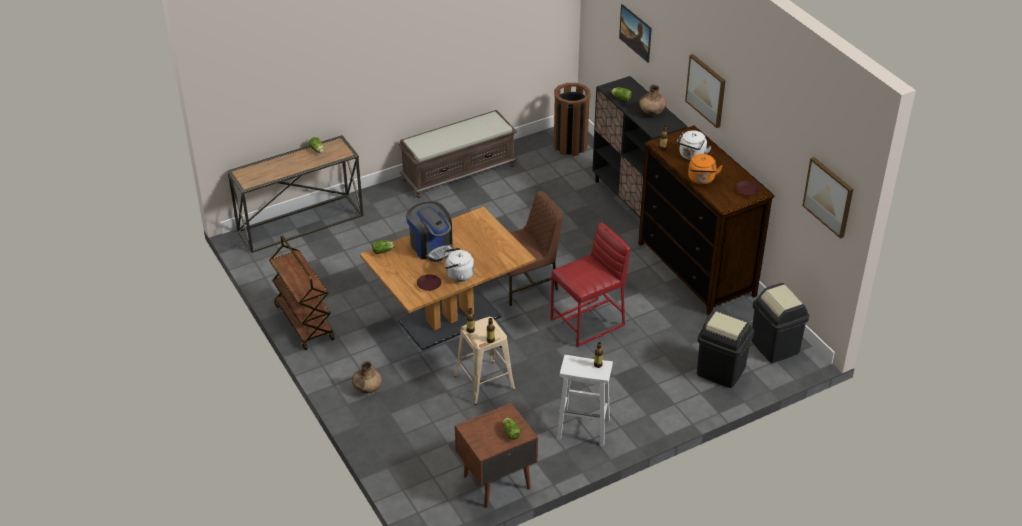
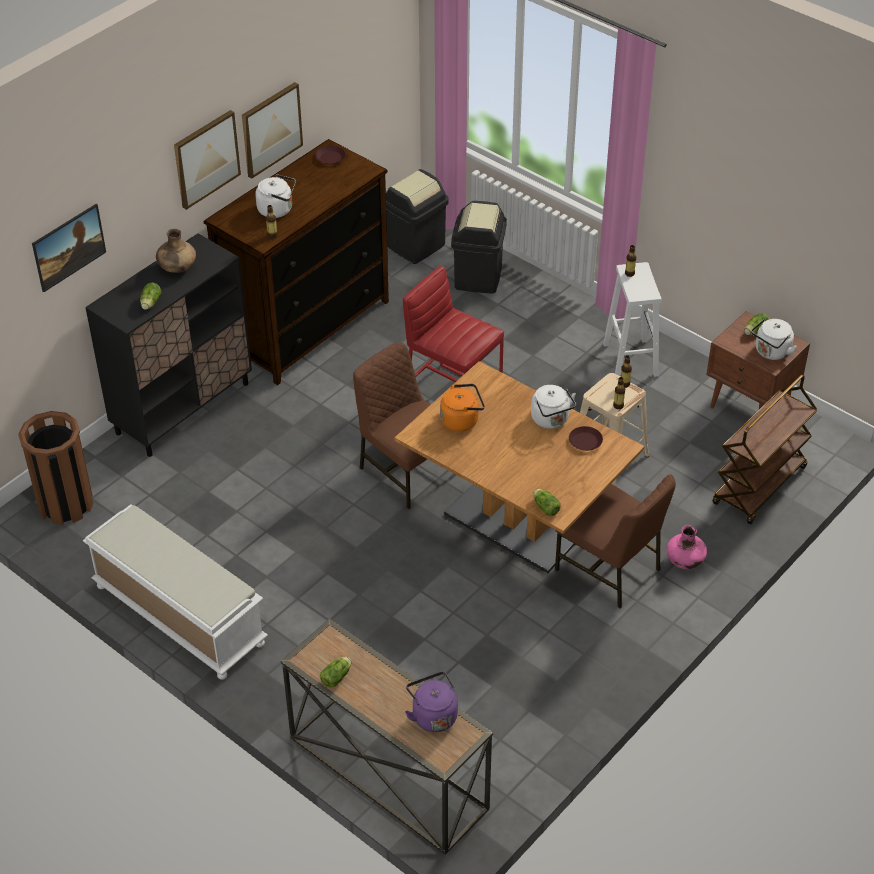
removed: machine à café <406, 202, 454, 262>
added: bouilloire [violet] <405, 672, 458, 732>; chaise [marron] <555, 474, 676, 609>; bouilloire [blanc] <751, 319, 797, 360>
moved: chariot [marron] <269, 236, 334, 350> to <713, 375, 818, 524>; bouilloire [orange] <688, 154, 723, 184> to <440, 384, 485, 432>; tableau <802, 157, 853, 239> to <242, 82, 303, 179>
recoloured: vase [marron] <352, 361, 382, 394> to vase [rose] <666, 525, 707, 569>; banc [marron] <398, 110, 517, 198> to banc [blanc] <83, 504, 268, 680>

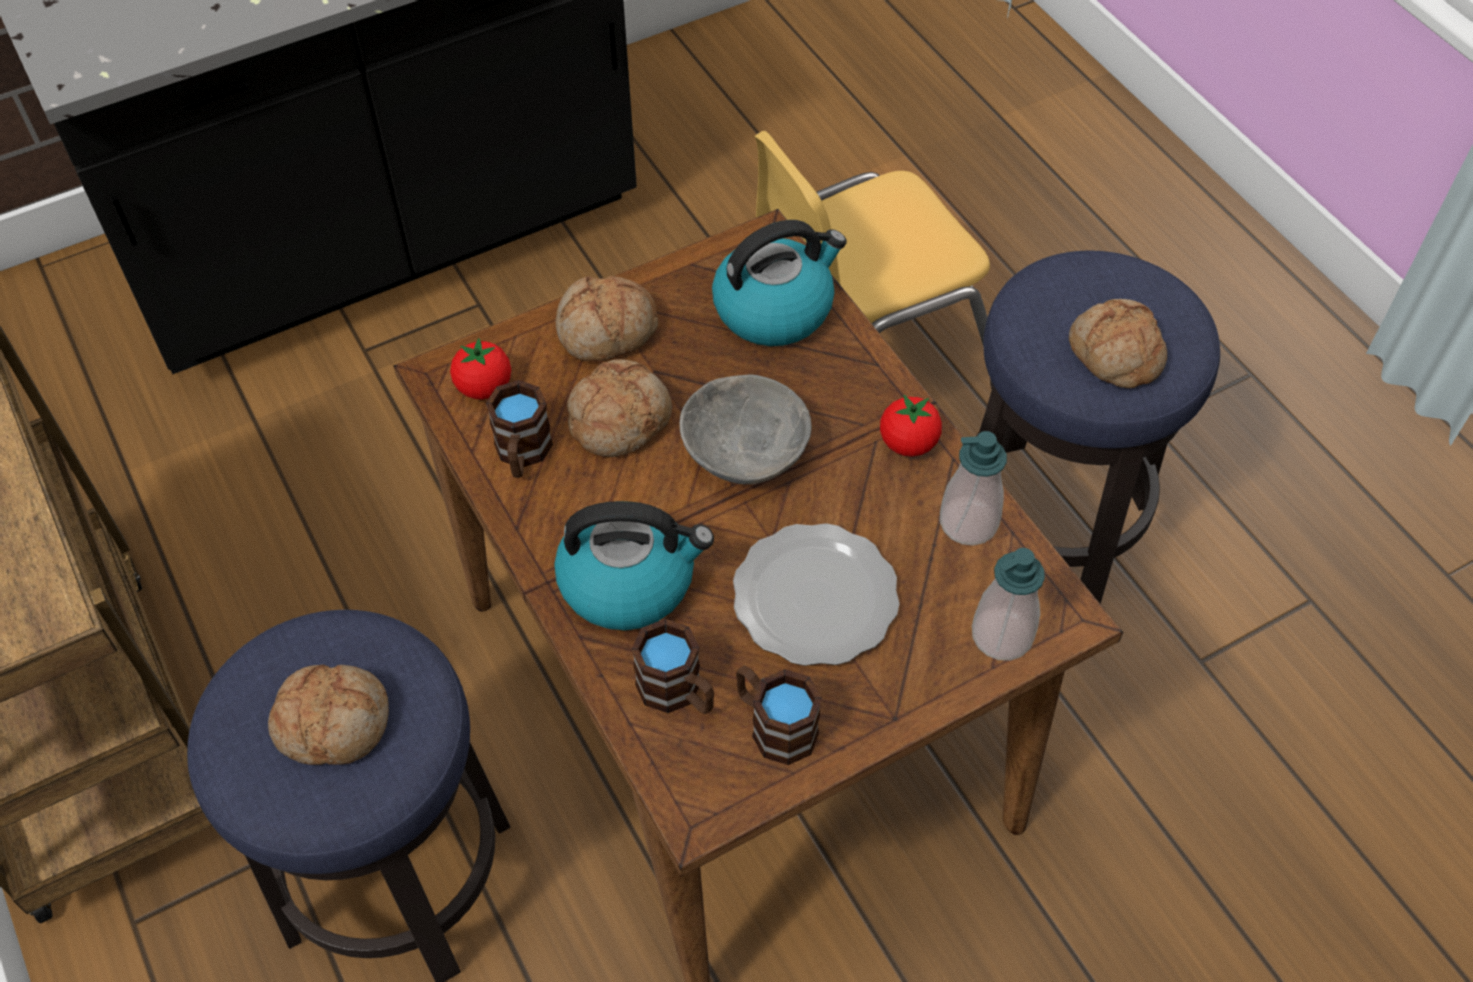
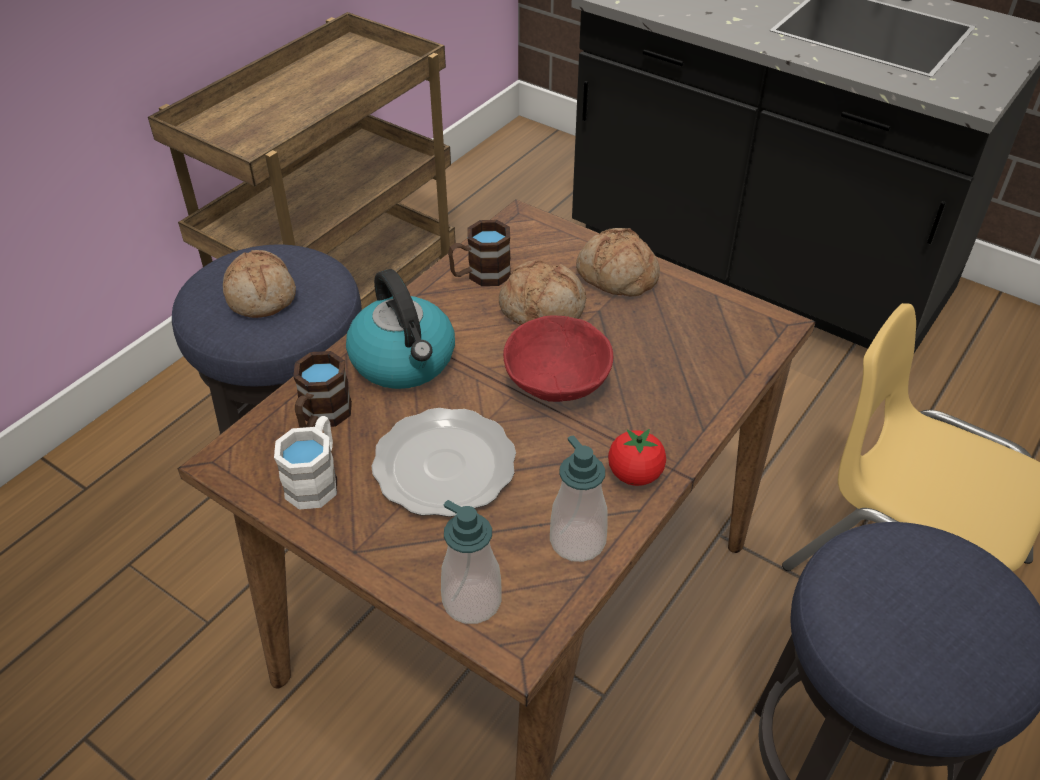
removed: tomate <450, 338, 511, 399>; bouilloire <712, 220, 847, 346>; pain <1069, 299, 1167, 388>
recoloured: bol [gris] <680, 374, 812, 484> to bol [rouge] <503, 315, 613, 402>; mug [marron] <736, 666, 822, 765> to mug [blanc] <274, 416, 337, 509>

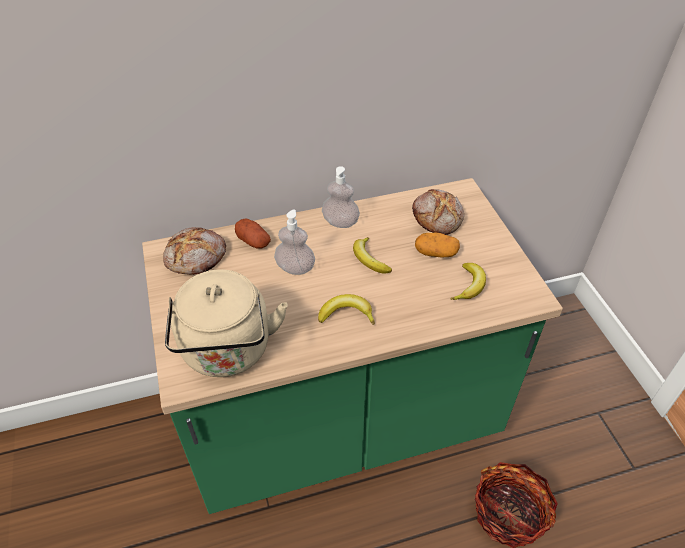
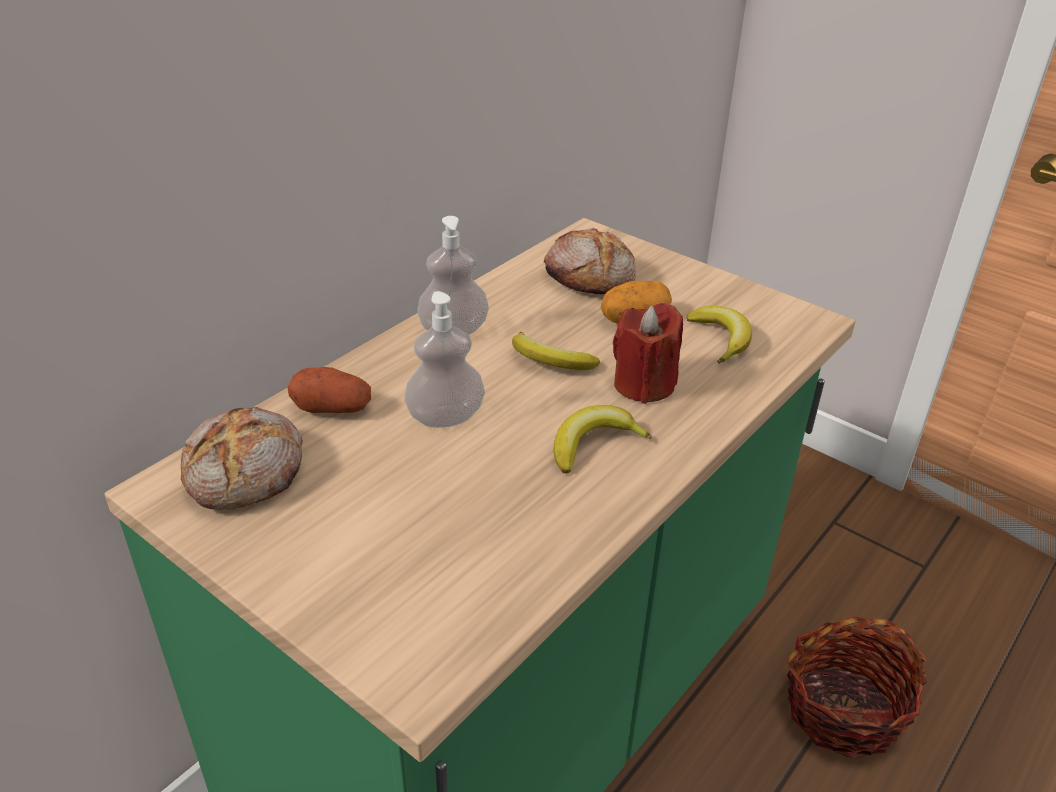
removed: bouilloire [beige] <165, 269, 288, 377>
added: bougie [rouge] <613, 303, 683, 404>

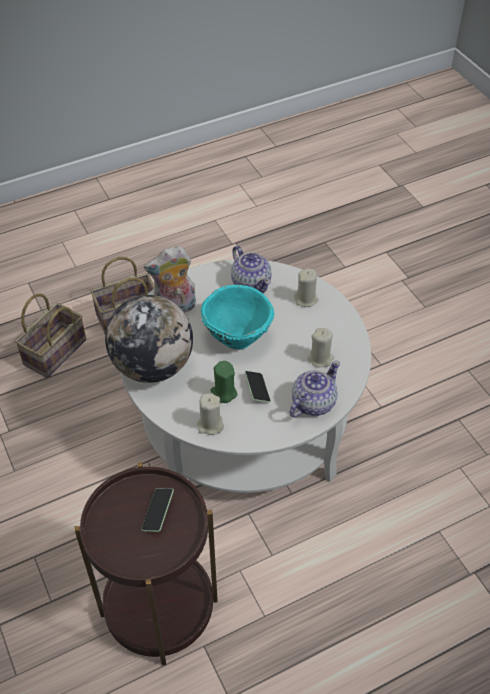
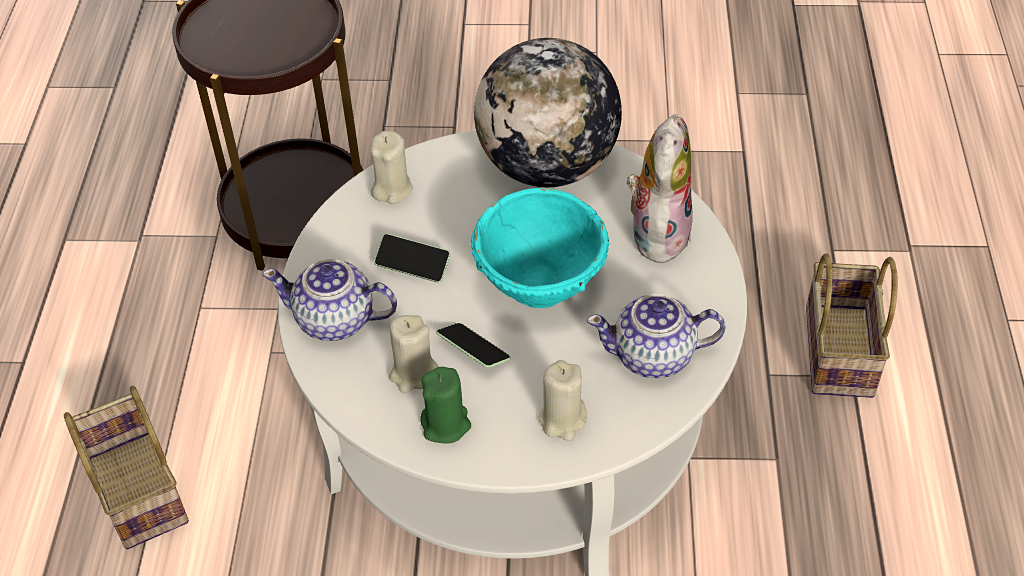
moved: panier <15, 294, 86, 378> to <64, 386, 189, 550>; téléphone <141, 488, 174, 532> to <436, 323, 511, 368>; bougie [vert] <210, 361, 237, 403> to <421, 367, 471, 443>
turned: théière <289, 361, 340, 418> = <262, 259, 397, 341> 120 degrees clockwise

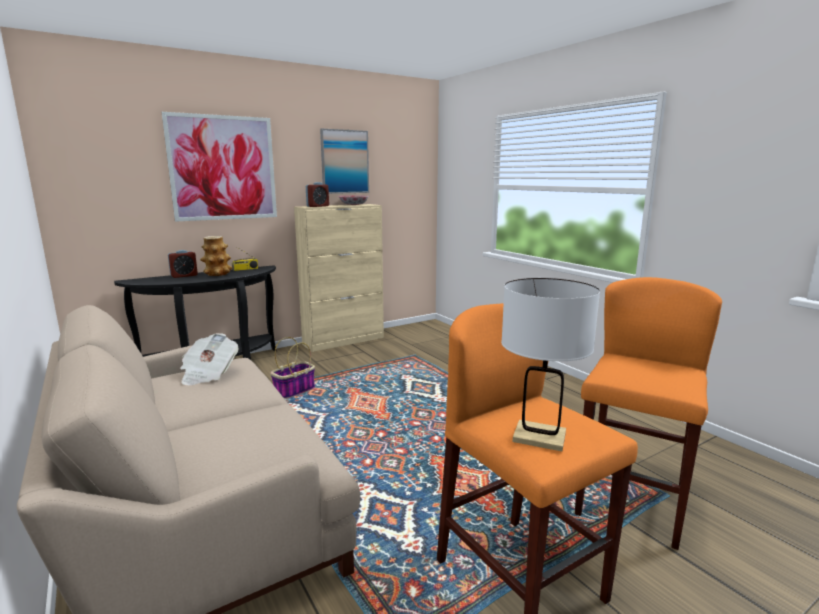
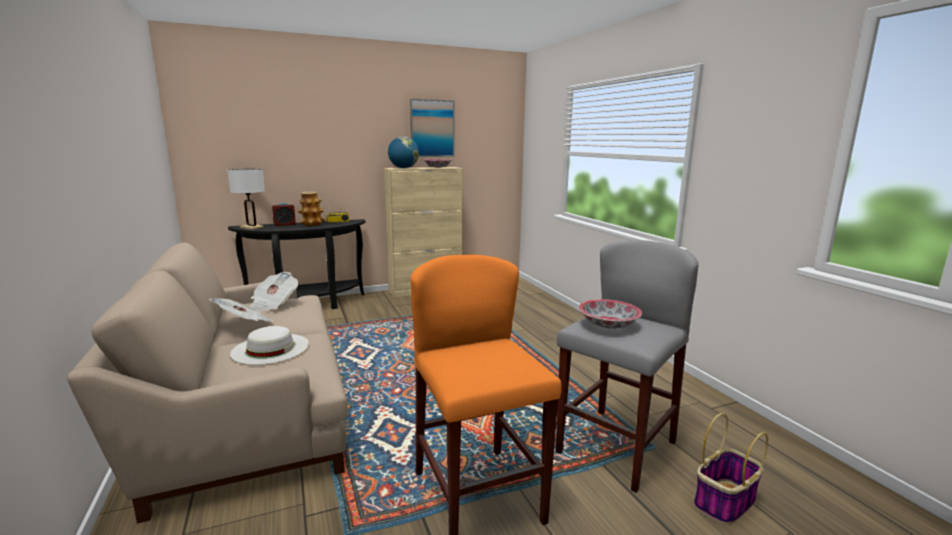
removed: tableau <162, 112, 277, 222>
added: journal <209, 298, 273, 322>; chapeau [blanc] <230, 326, 309, 365>; bol <579, 299, 642, 329>
moved: panier <270, 337, 315, 399> to <694, 413, 768, 525>; lampe de table [blanc] <501, 278, 600, 451> to <227, 169, 265, 230>
replaced: réveil <306, 182, 329, 207> to globe <388, 136, 419, 168>
recoloured: tabouret [orange] <575, 277, 722, 550> to tabouret [gris] <556, 240, 699, 493>

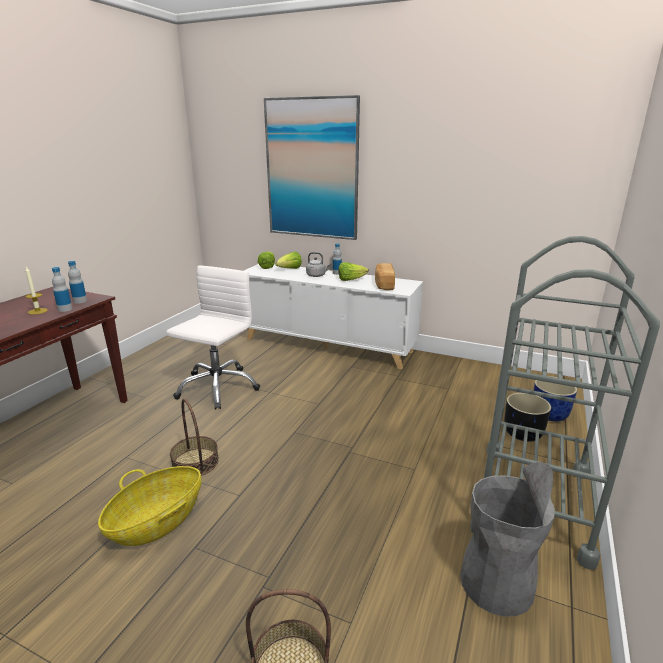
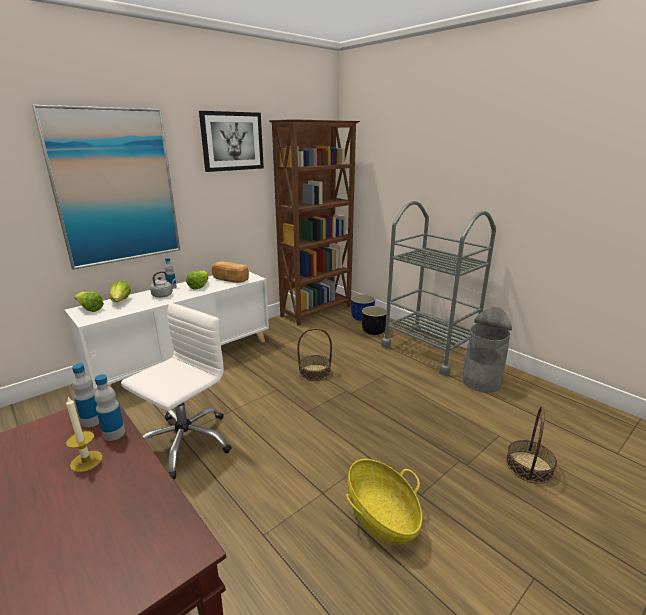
added: tableau <199, 111, 264, 172>; bibliothèque [marron] <269, 119, 360, 326>
moved: panier <170, 399, 219, 476> to <297, 328, 332, 381>
turned: chaise de bureau [blanc] <166, 265, 260, 410> = <121, 303, 232, 479> 75 degrees clockwise

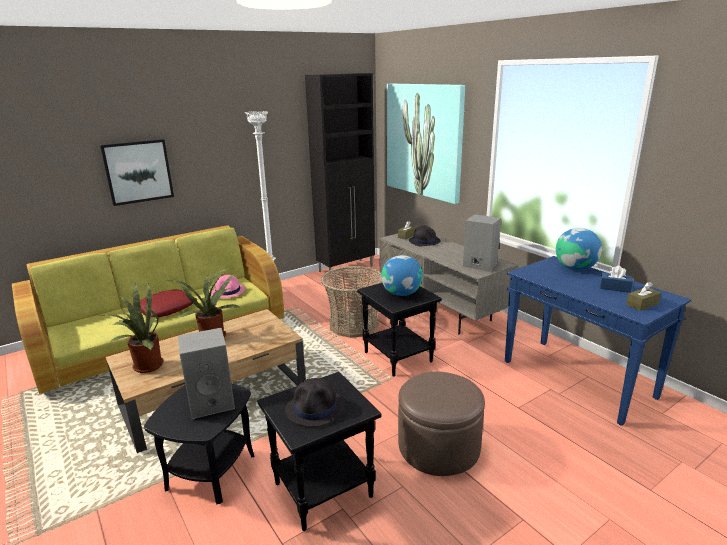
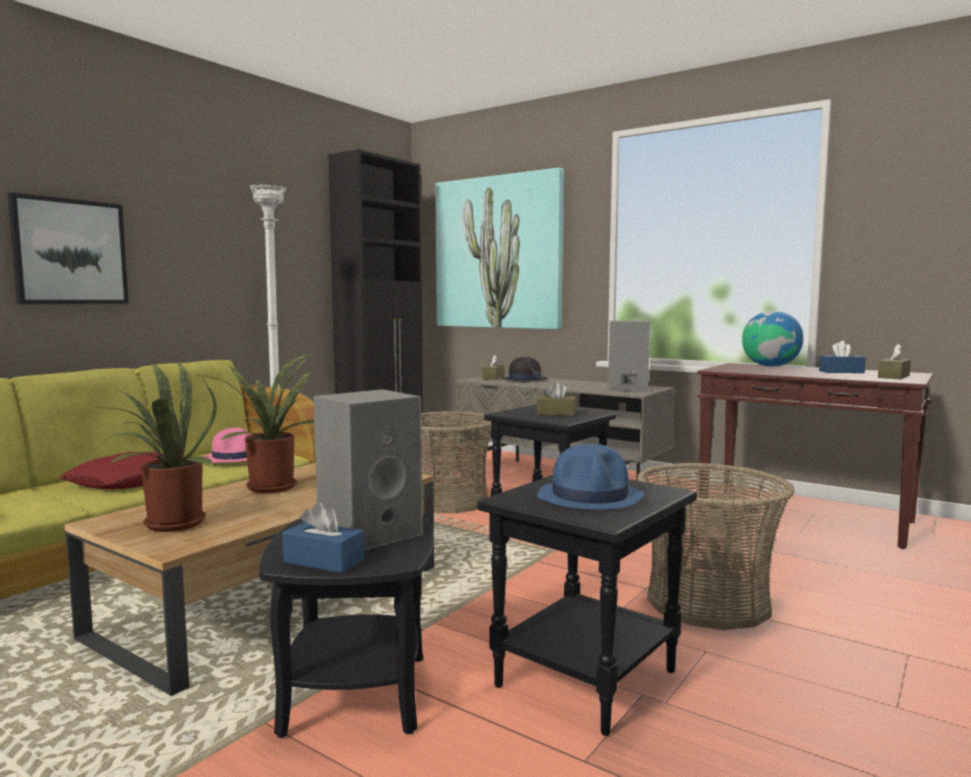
added: boîte à mouchoirs [bleu] <282, 502, 364, 573>
replaced: globe <381, 255, 422, 296> to boîte à mouchoirs [marron] <537, 382, 576, 416>; pouf [marron] <398, 372, 485, 476> to panier <636, 462, 795, 630>
recoloured: chapeau [noir] <285, 378, 345, 427> to chapeau [bleu] <537, 444, 644, 510>; table console [bleu] <505, 256, 691, 426> to table console [marron] <697, 363, 933, 549>

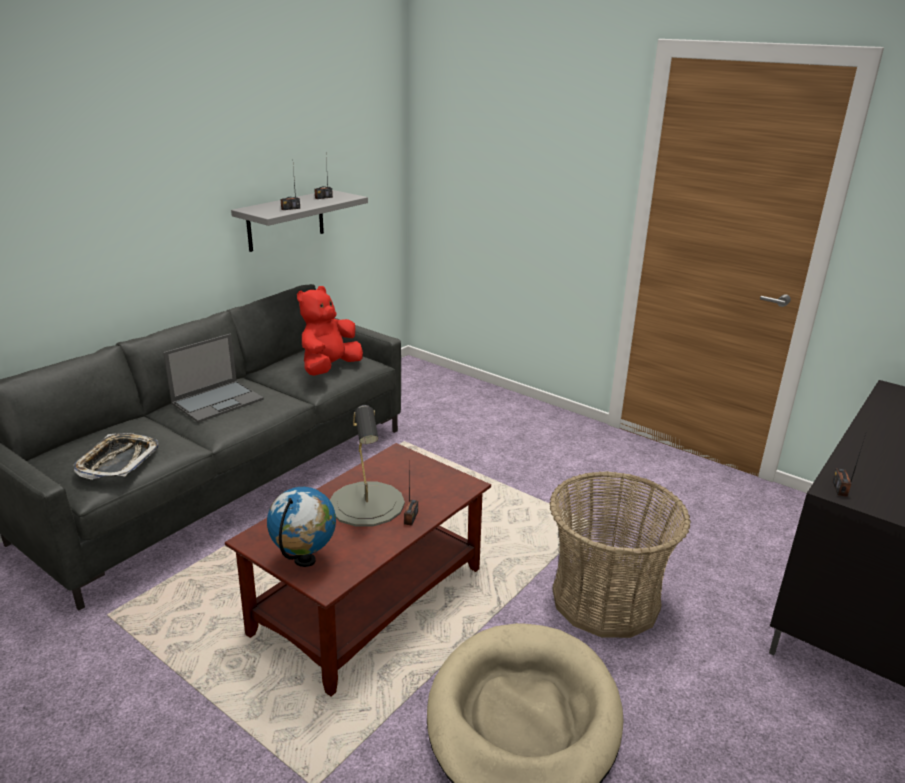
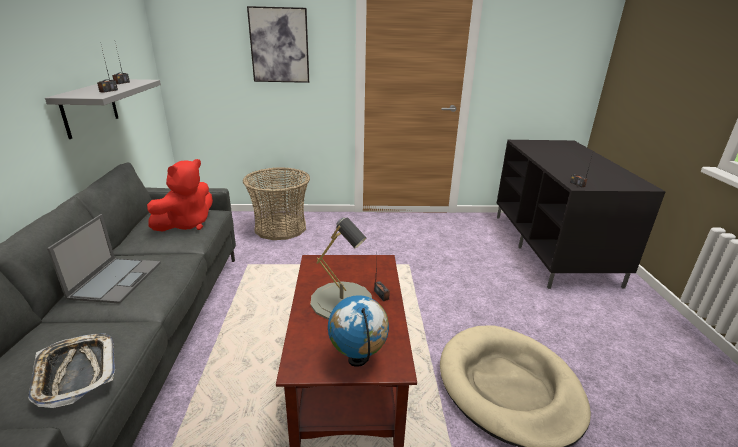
added: tableau <247, 6, 309, 83>
moved: panier <550, 471, 691, 638> to <243, 167, 310, 240>
turned: peluche [rouge] <297, 286, 363, 376> = <147, 159, 213, 232> 135 degrees counterclockwise

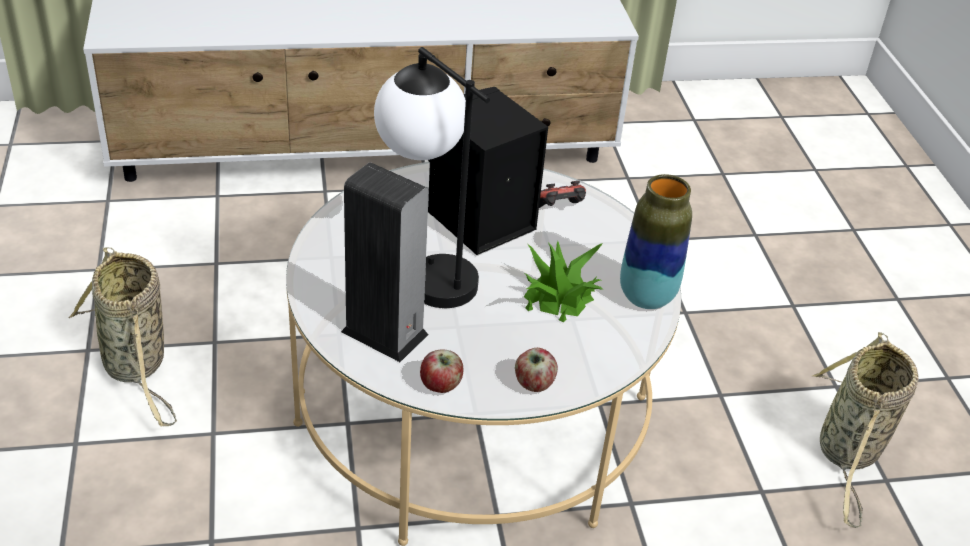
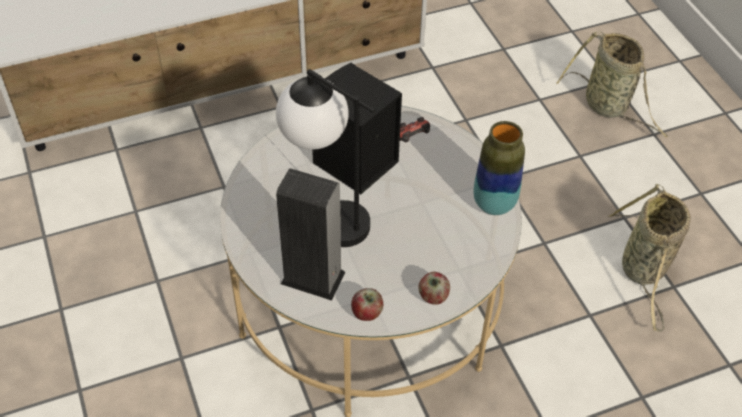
removed: plante en pot <523, 241, 604, 322>
moved: panier <69, 247, 177, 426> to <556, 32, 668, 138>

